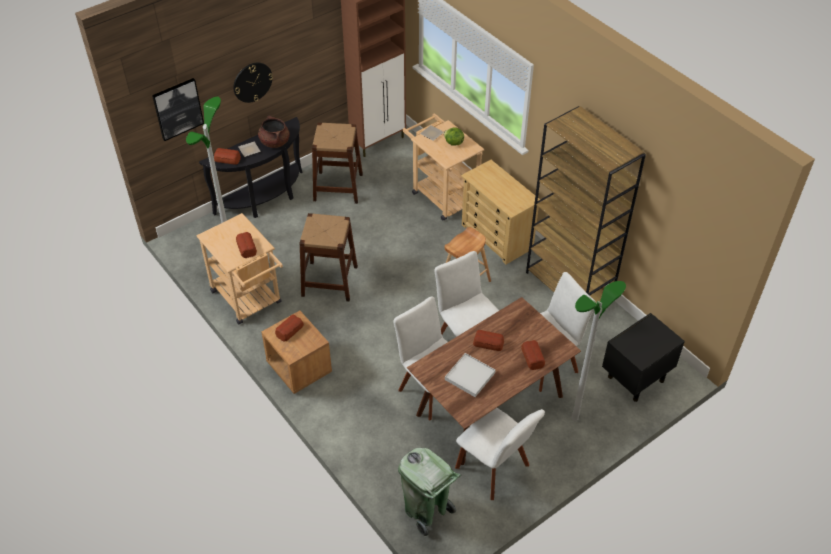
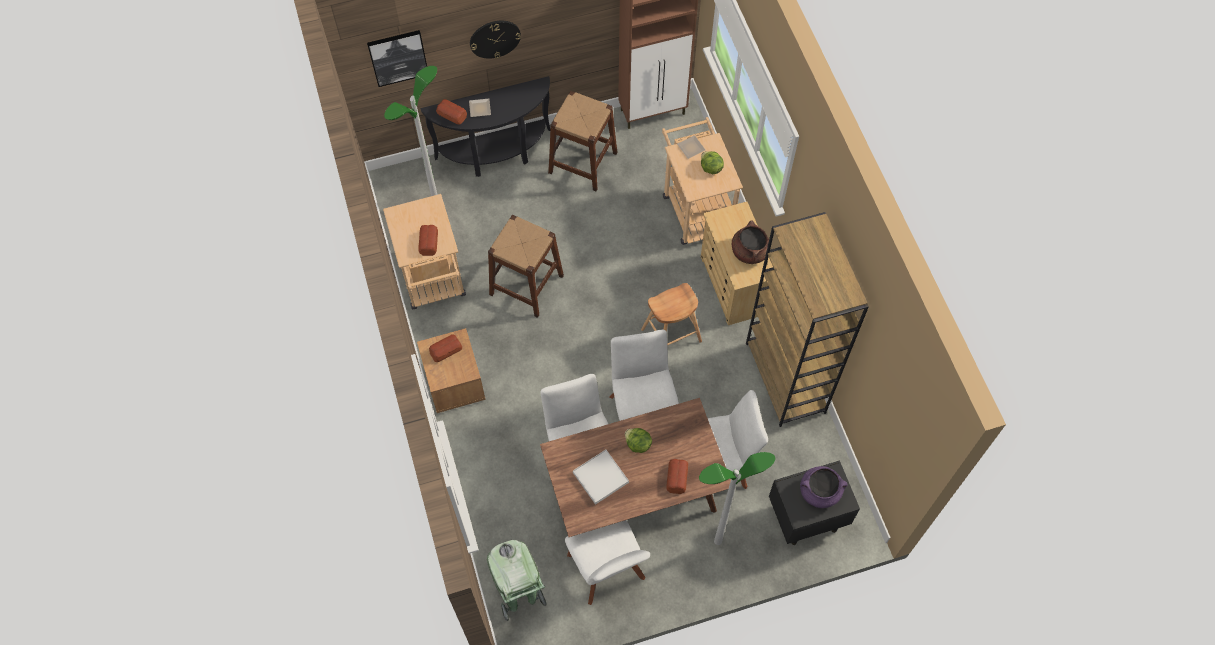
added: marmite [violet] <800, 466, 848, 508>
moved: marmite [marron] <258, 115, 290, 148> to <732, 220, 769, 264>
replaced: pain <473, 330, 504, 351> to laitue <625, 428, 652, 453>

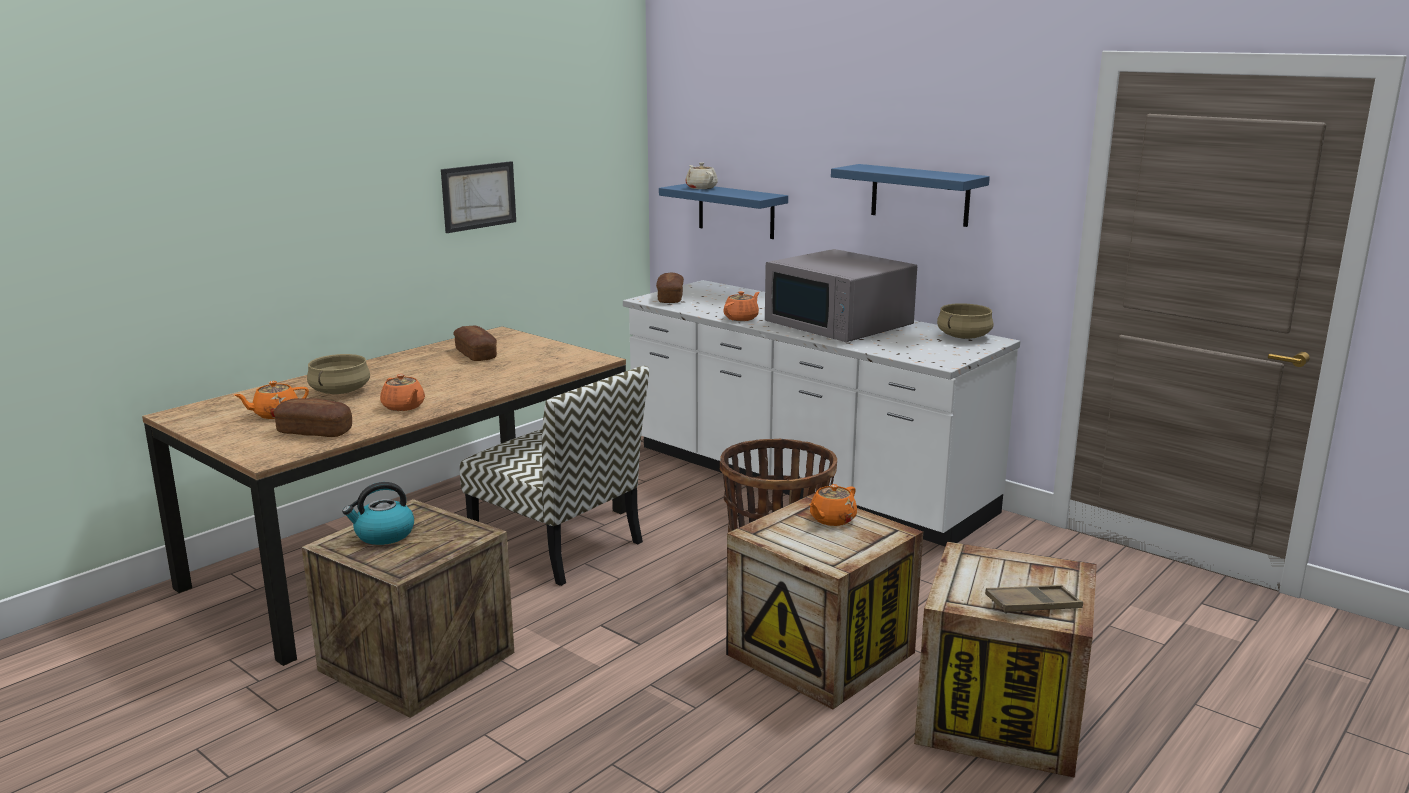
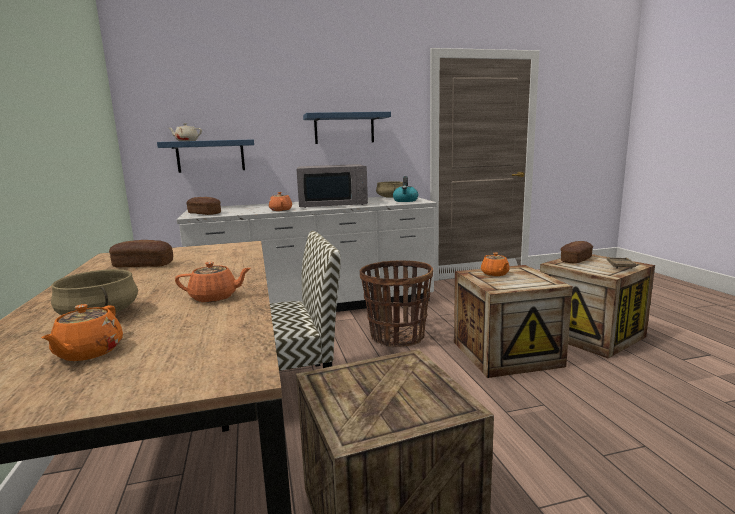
removed: tableau <441, 161, 516, 233>
moved: pain <274, 398, 352, 437> to <561, 241, 593, 264>; bouilloire <342, 482, 414, 545> to <393, 176, 418, 202>

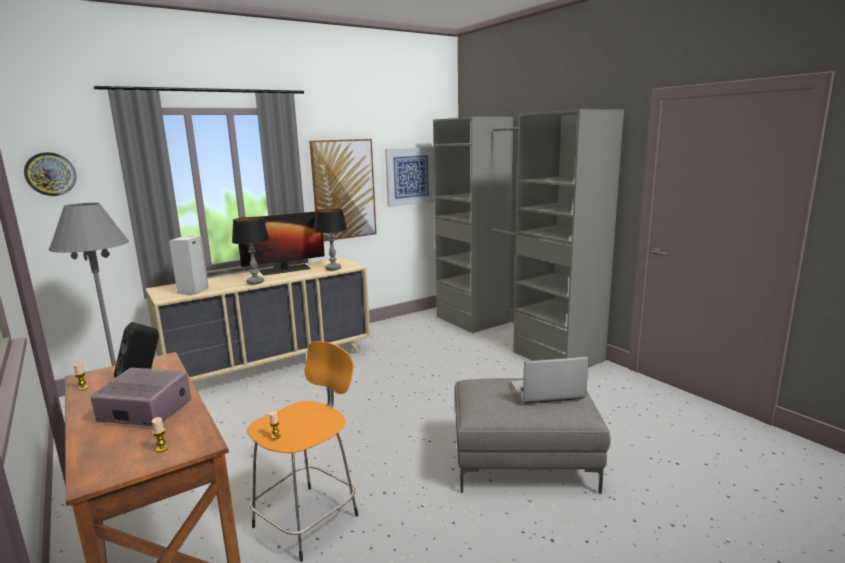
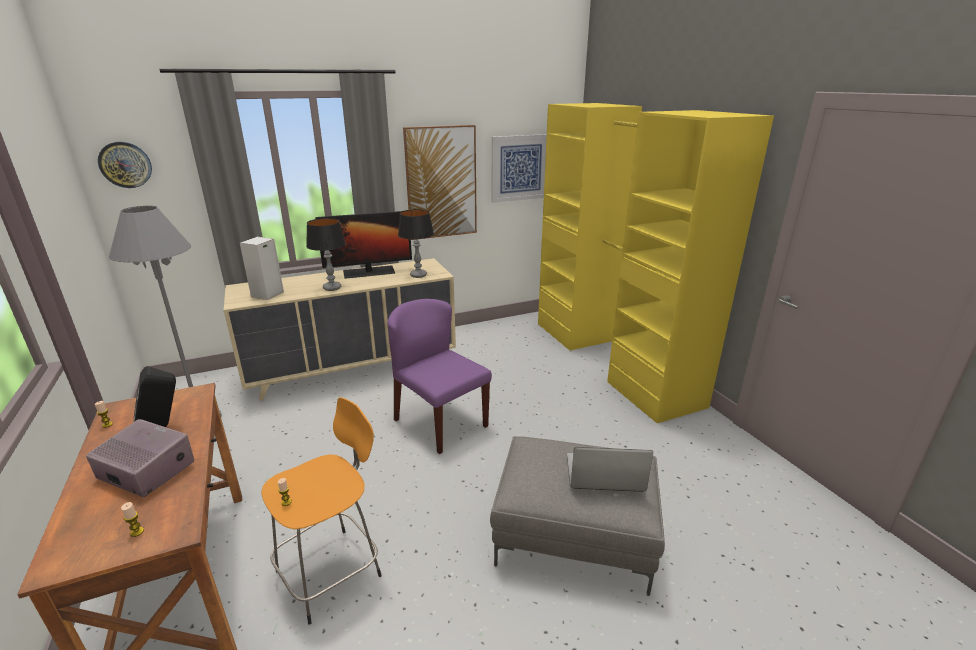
added: chaise [violet] <388, 299, 492, 454>
recoloured: armoire [gris] <433, 109, 624, 368> to armoire [jaune] <538, 103, 774, 423>

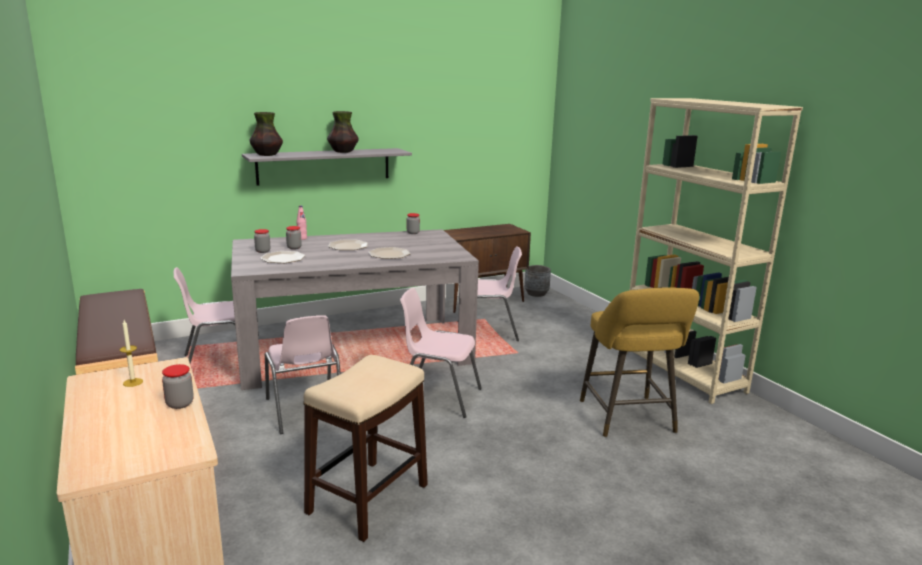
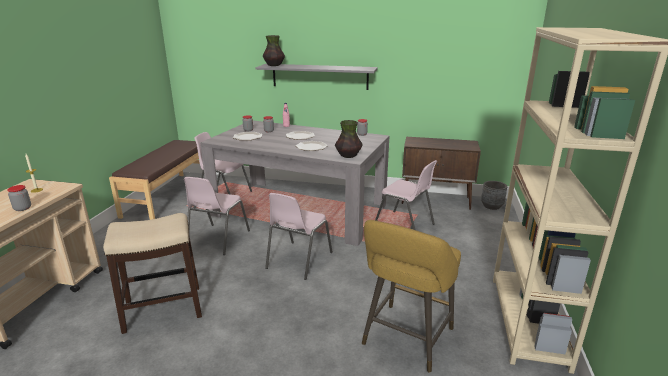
moved: vase <327, 111, 359, 153> to <335, 120, 362, 158>
turned: chaise [rose] <400, 288, 482, 418> = <265, 193, 333, 280> 120 degrees counterclockwise

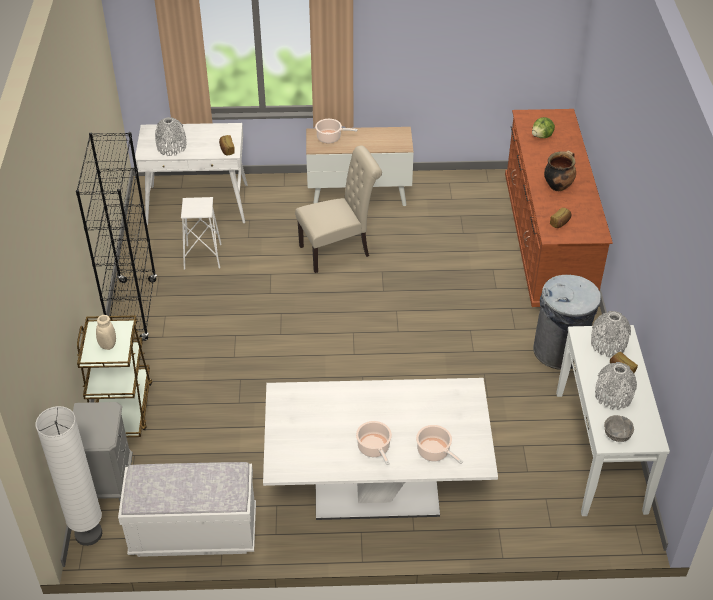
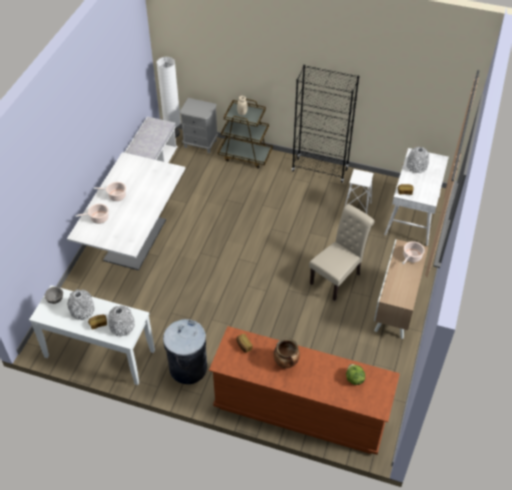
turned: chaise [beige] <295, 145, 382, 273> = <309, 204, 375, 301> 135 degrees counterclockwise

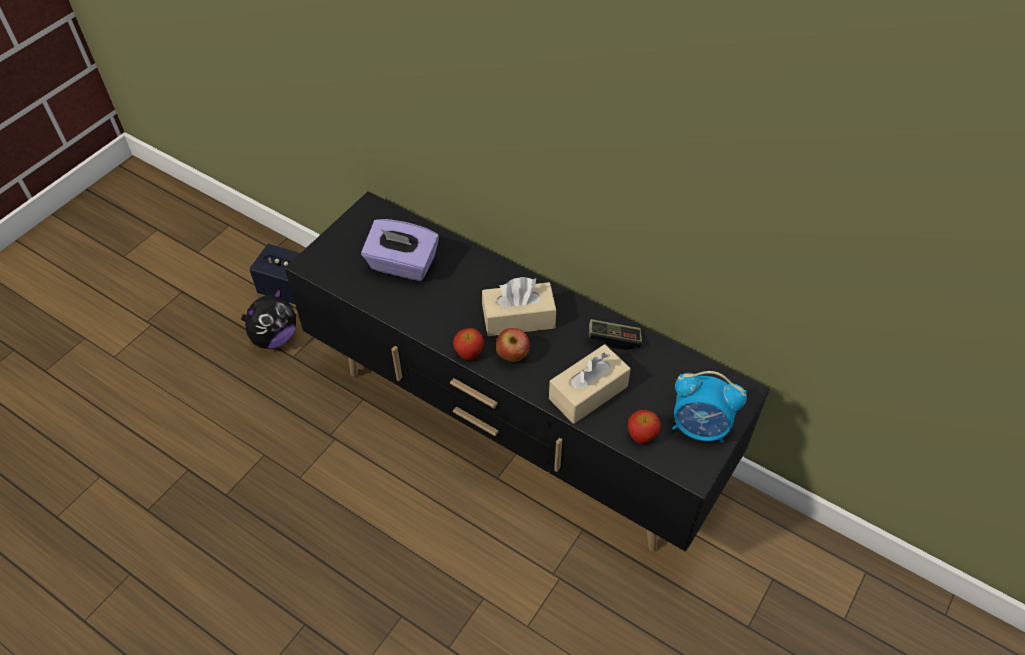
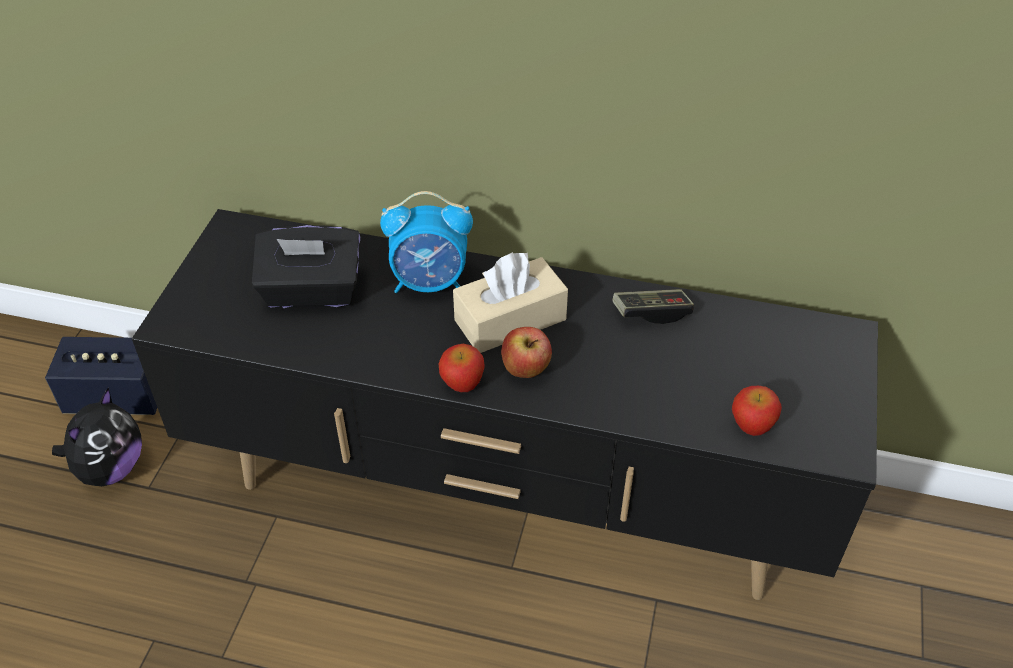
removed: boîte à mouchoirs [beige] <549, 344, 631, 424>
moved: réveil <671, 371, 747, 443> to <380, 191, 473, 293>
recoloured: boîte à mouchoirs [violet] <361, 219, 439, 281> to boîte à mouchoirs [noir] <252, 225, 360, 308>

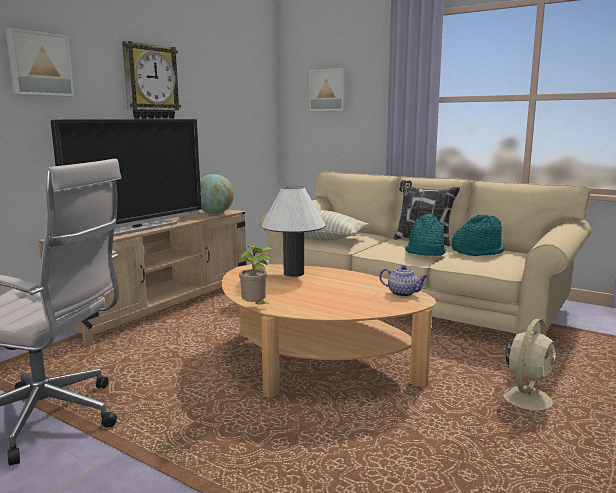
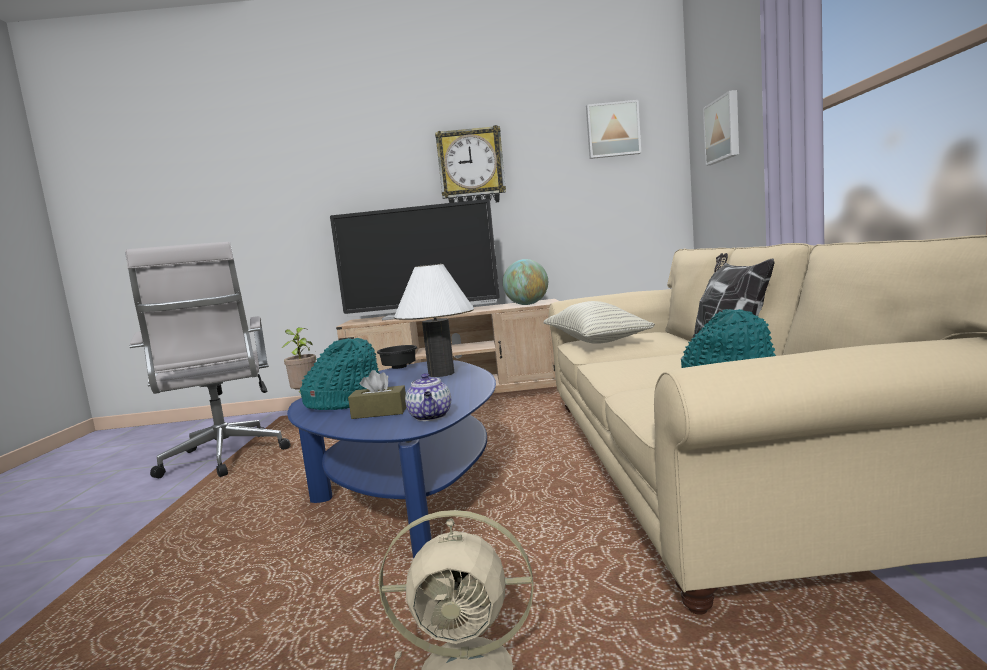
added: boîte à mouchoirs [marron] <348, 370, 406, 419>; bol [noir] <377, 345, 417, 369>
moved: tableau <5, 28, 74, 96> to <586, 100, 641, 159>; chapeau [turquoise] <405, 214, 446, 256> to <300, 338, 380, 410>
recoloured: table basse [beige] <222, 264, 436, 398> to table basse [bleu] <287, 360, 496, 559>

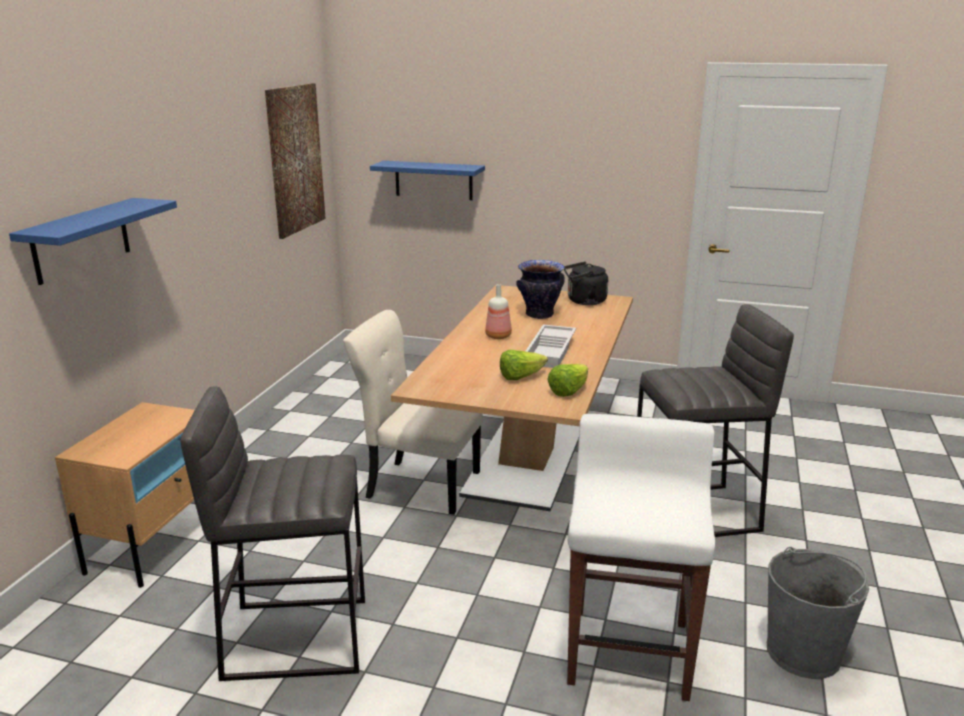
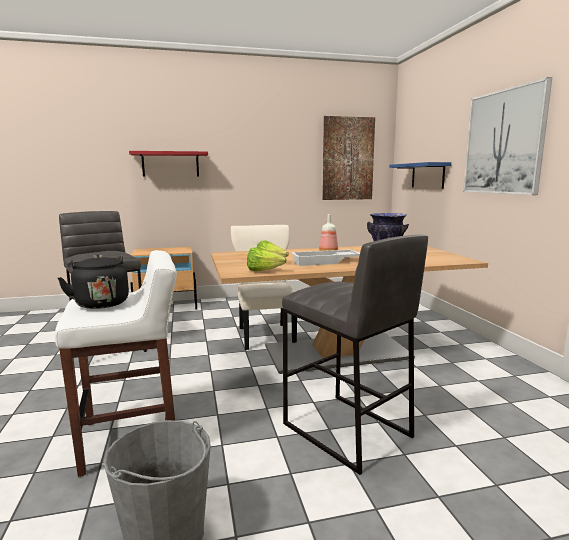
added: tableau <463, 77, 552, 195>
moved: bouilloire [noir] <564, 261, 608, 305> to <58, 255, 129, 309>
recoloured: étagère [bleu] <9, 198, 177, 285> to étagère [rouge] <129, 151, 208, 177>

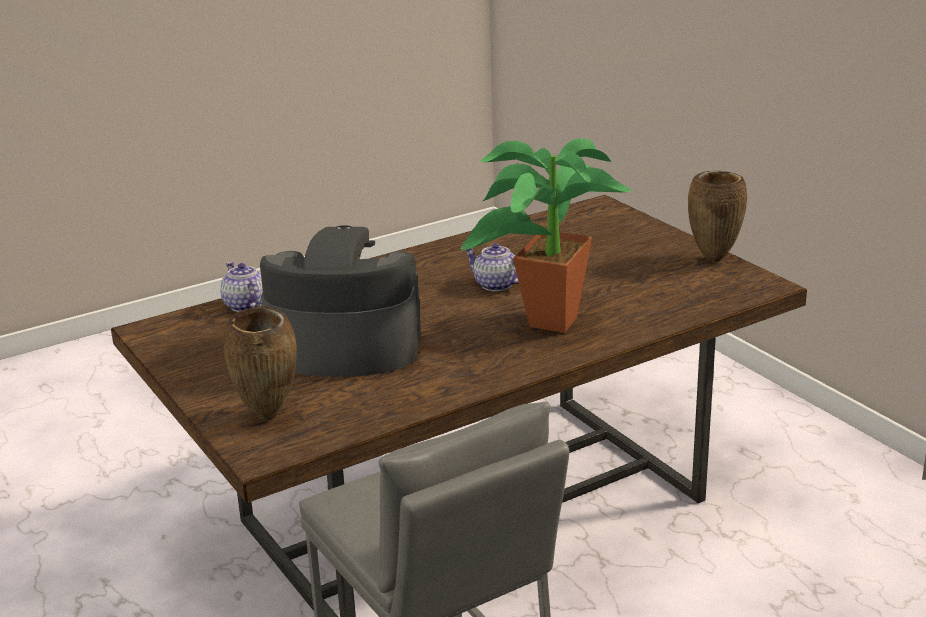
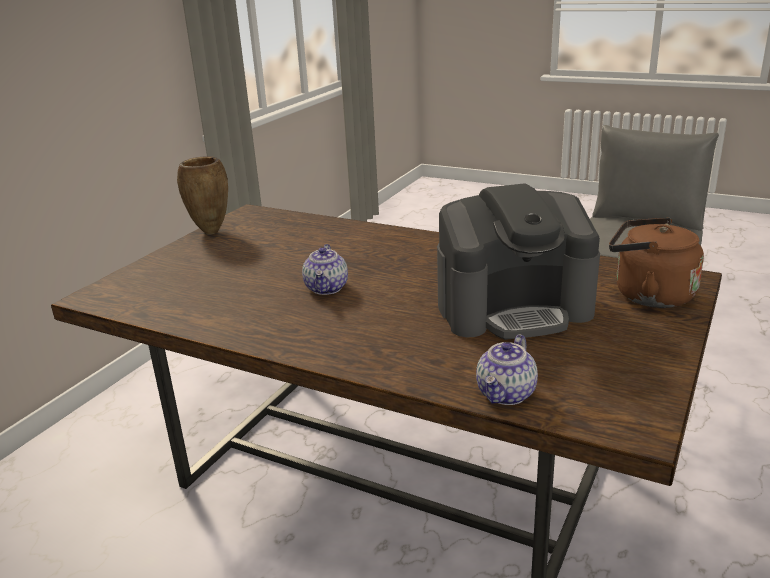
removed: plante en pot <461, 138, 631, 333>
replaced: vase [marron] <223, 306, 297, 420> to bouilloire [marron] <609, 218, 704, 308>
turned: machine à café <260, 225, 421, 377> = <437, 183, 600, 340> 75 degrees counterclockwise

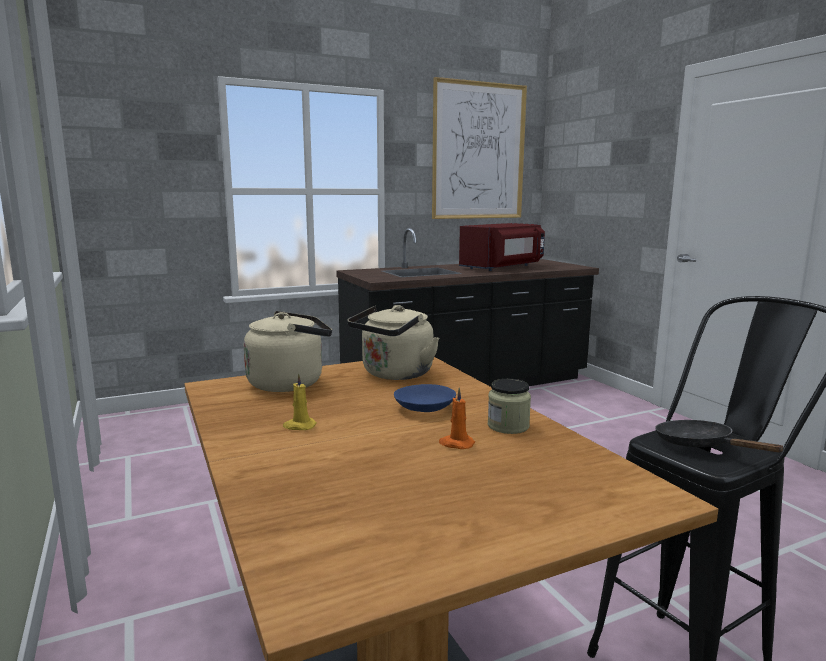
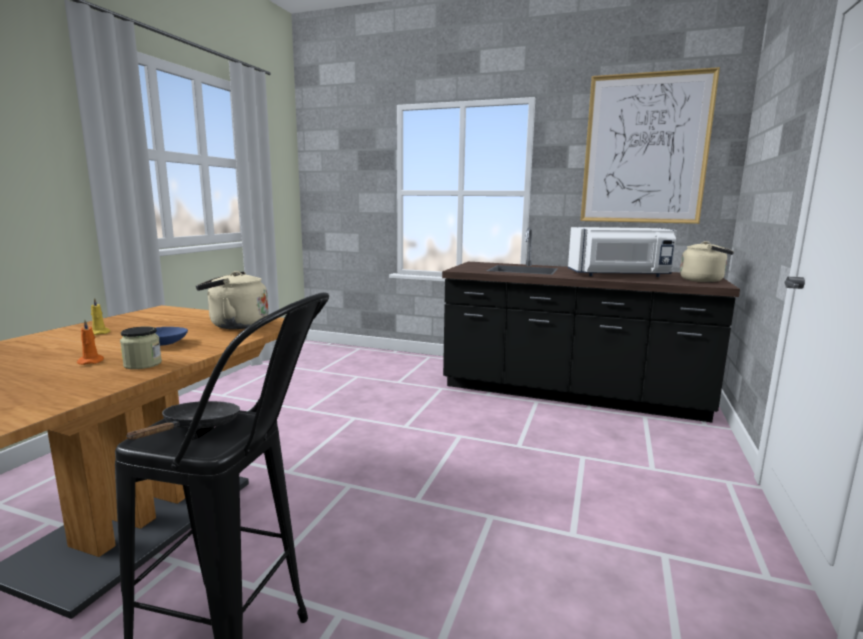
moved: bouilloire [beige] <244, 311, 332, 392> to <680, 241, 734, 282>
recoloured: micro-ondes [rouge] <459, 223, 545, 271> to micro-ondes [blanc] <568, 227, 677, 277>

